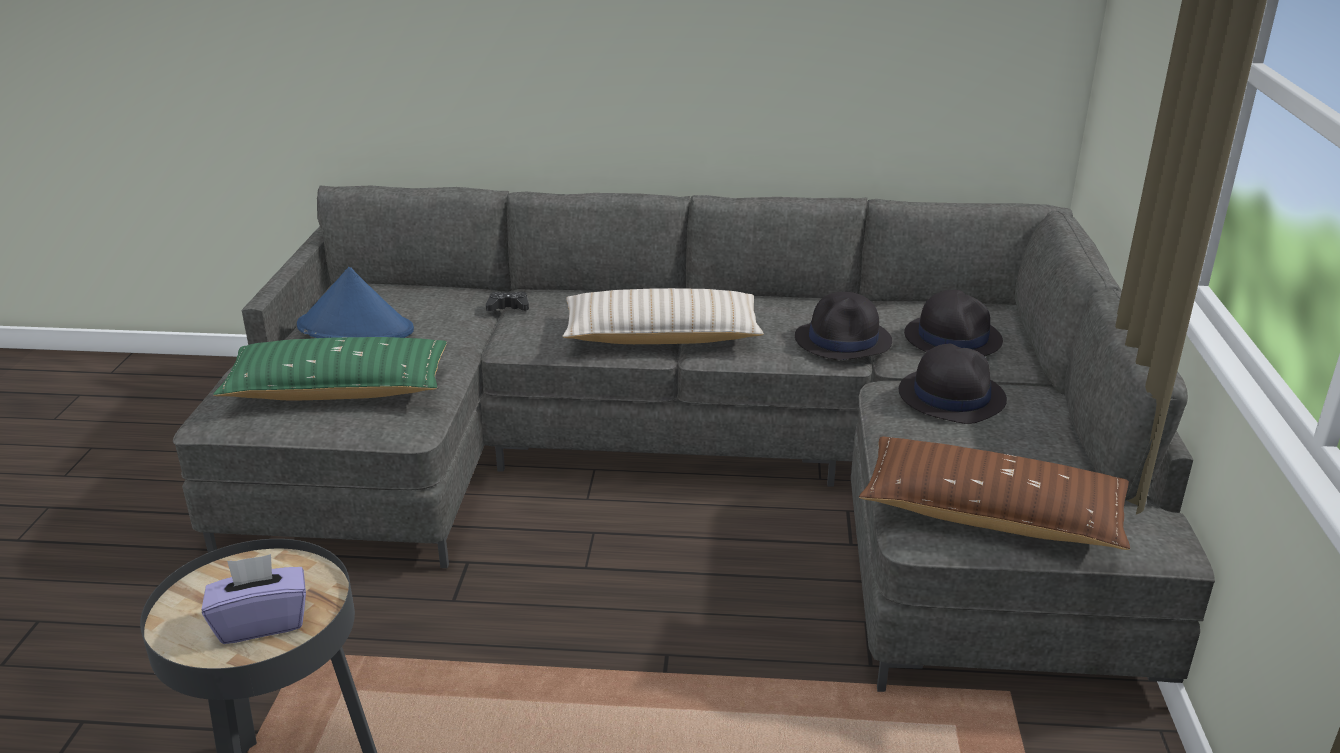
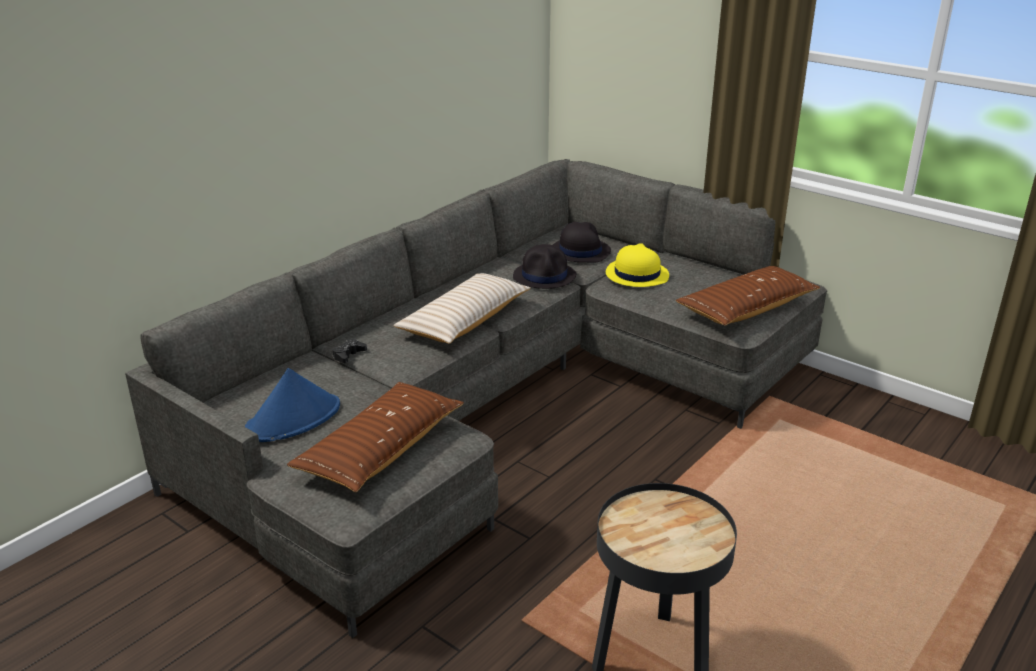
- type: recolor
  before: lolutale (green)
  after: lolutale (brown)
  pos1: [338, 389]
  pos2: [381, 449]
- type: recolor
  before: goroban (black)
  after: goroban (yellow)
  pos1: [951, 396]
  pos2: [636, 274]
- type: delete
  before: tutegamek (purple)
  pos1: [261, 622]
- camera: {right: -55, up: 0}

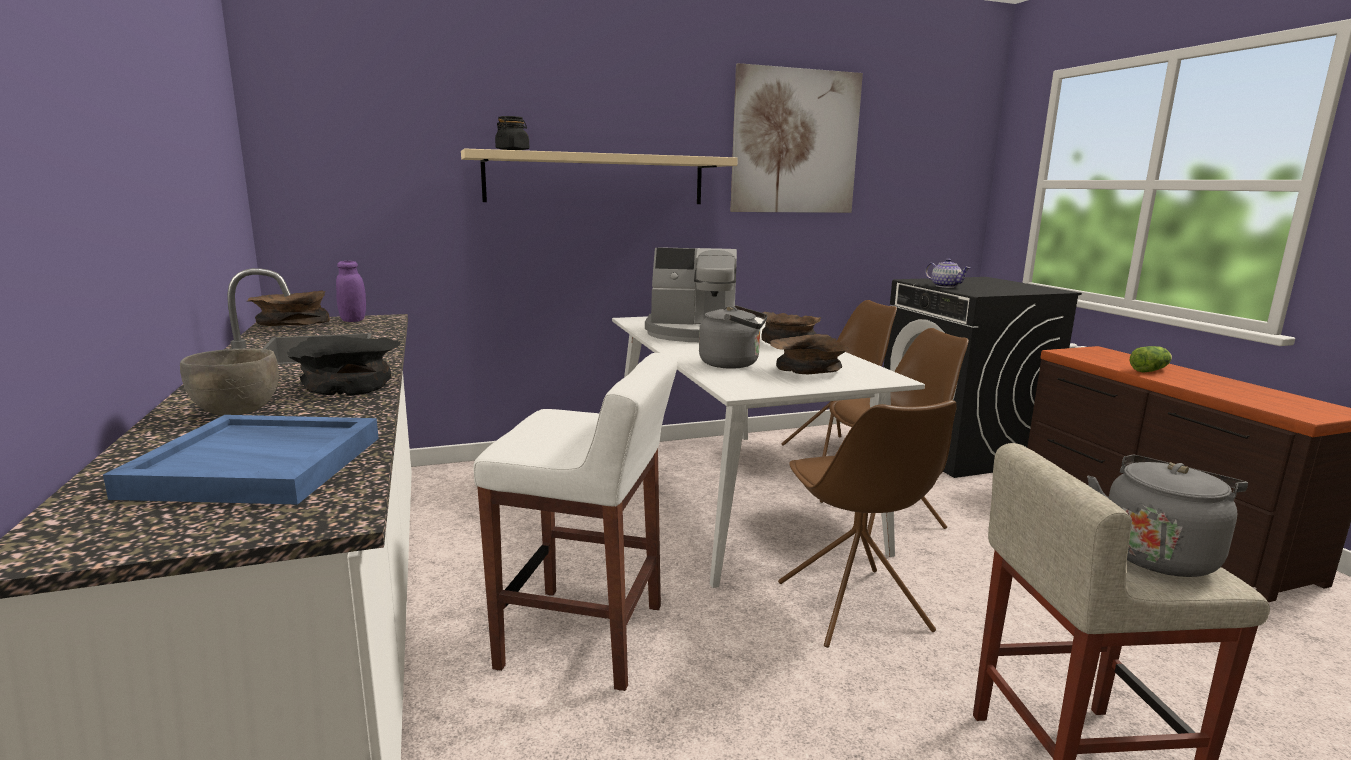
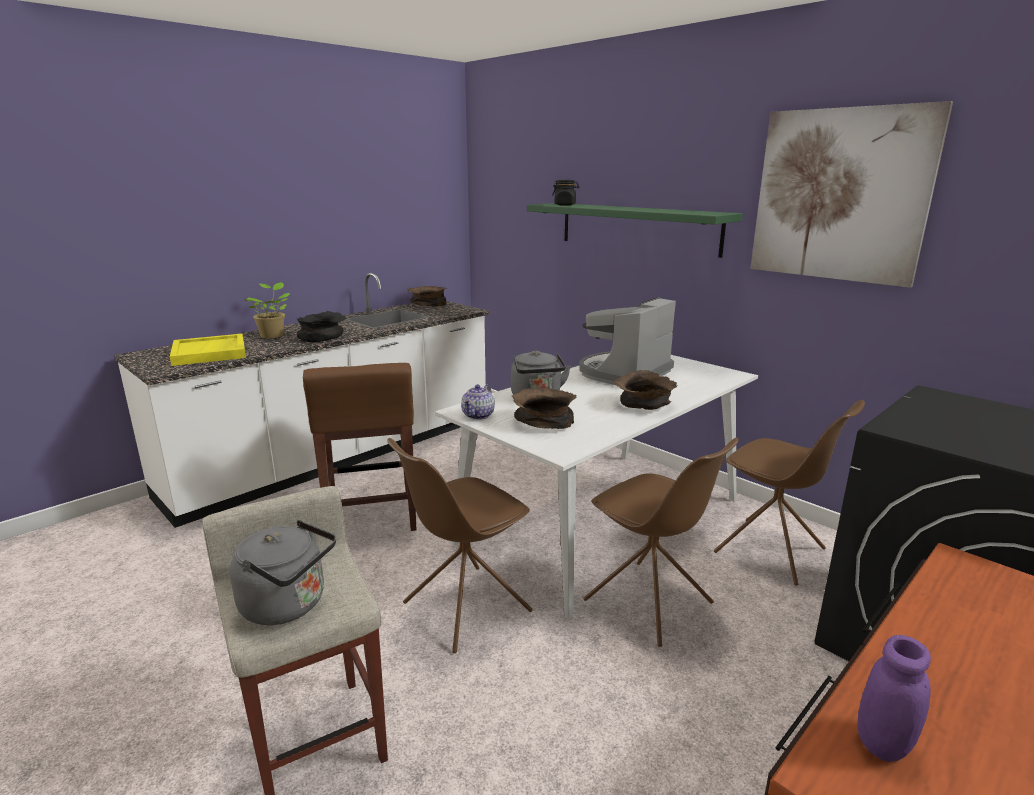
- type: recolor
  before: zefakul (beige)
  after: zefakul (green)
  pos1: [596, 179]
  pos2: [637, 228]
- type: rotate
  before: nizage
  pos1: [692, 333]
  pos2: [623, 373]
  turn: 60
- type: move
  before: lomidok
  pos1: [945, 286]
  pos2: [478, 415]
- type: move
  before: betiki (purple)
  pos1: [353, 320]
  pos2: [883, 743]
- type: delete
  before: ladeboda
  pos1: [1150, 370]
- type: replace
  before: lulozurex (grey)
  after: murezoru
  pos1: [237, 412]
  pos2: [273, 335]
- type: recolor
  before: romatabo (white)
  after: romatabo (brown)
  pos1: [585, 637]
  pos2: [371, 517]
- type: recolor
  before: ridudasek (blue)
  after: ridudasek (yellow)
  pos1: [261, 465]
  pos2: [210, 353]
- camera: {right: 65, up: 5}

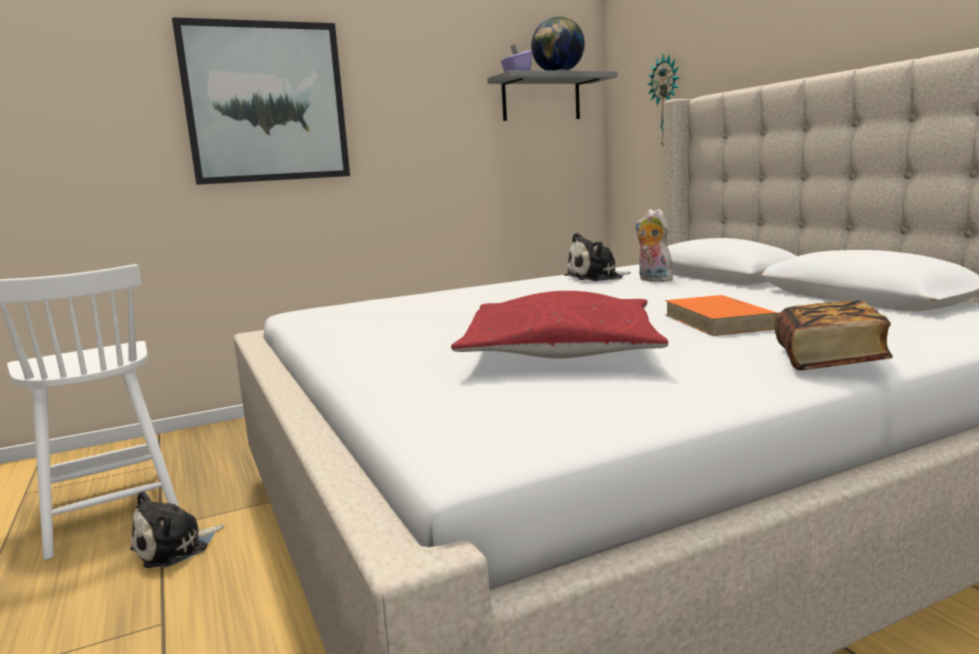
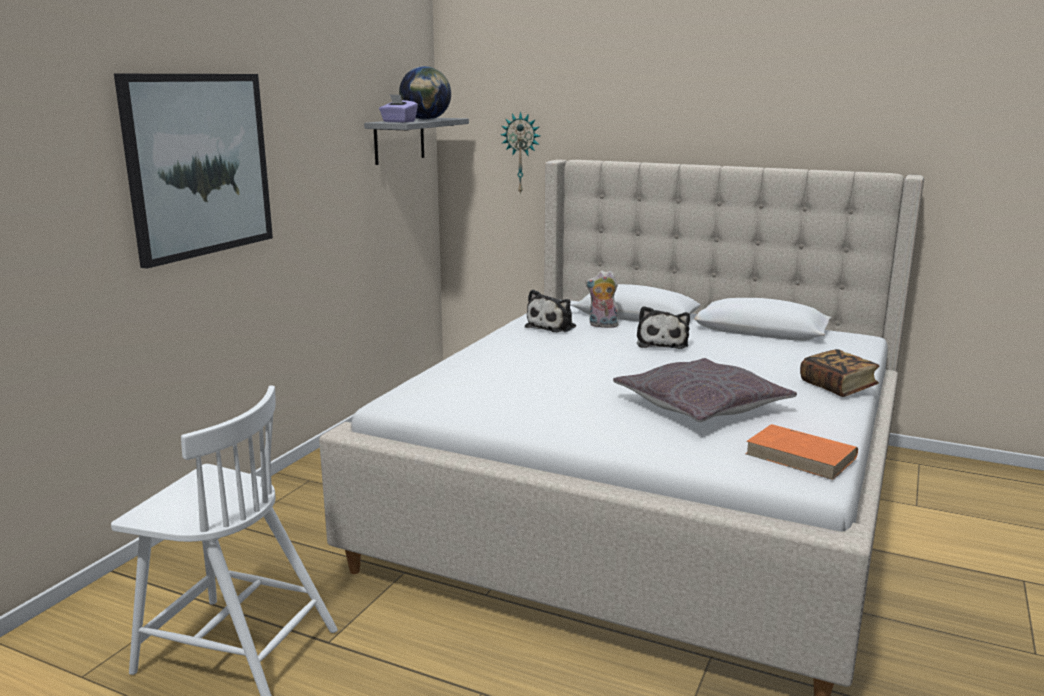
- type: recolor
  before: lolutale (red)
  after: lolutale (grey)
  pos1: [561, 351]
  pos2: [701, 405]
- type: move
  before: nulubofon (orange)
  pos1: [720, 321]
  pos2: [801, 456]
- type: move
  before: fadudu
  pos1: [175, 547]
  pos2: [662, 343]
- camera: {right: -40, up: 5}

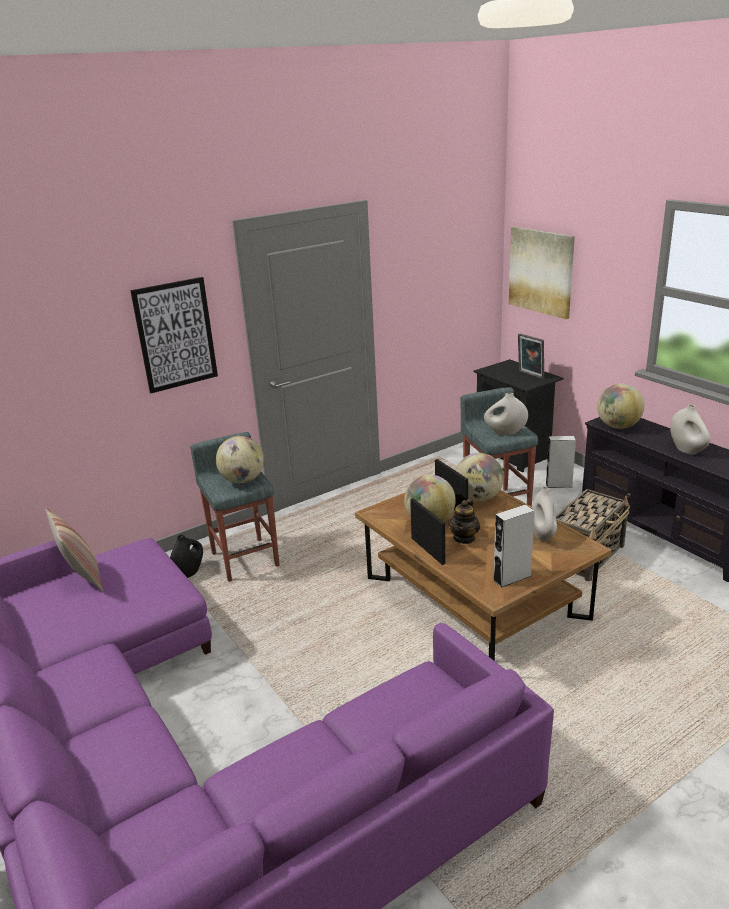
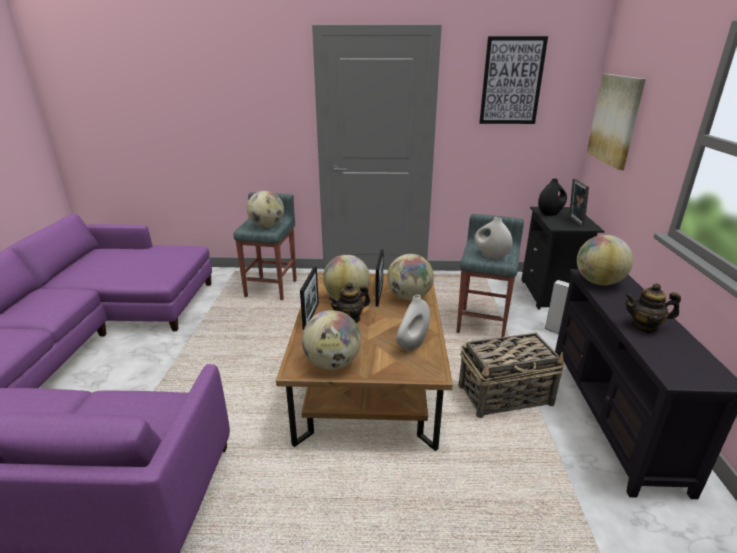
- type: move
  before: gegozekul
  pos1: [175, 335]
  pos2: [512, 81]
- type: replace
  before: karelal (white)
  after: lomidok
  pos1: [687, 450]
  pos2: [644, 327]
- type: replace
  before: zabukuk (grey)
  after: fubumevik
  pos1: [512, 578]
  pos2: [332, 363]
- type: delete
  before: lolutale
  pos1: [82, 577]
- type: move
  before: karelal (black)
  pos1: [189, 572]
  pos2: [550, 214]
- camera: {right: 35, up: 0}

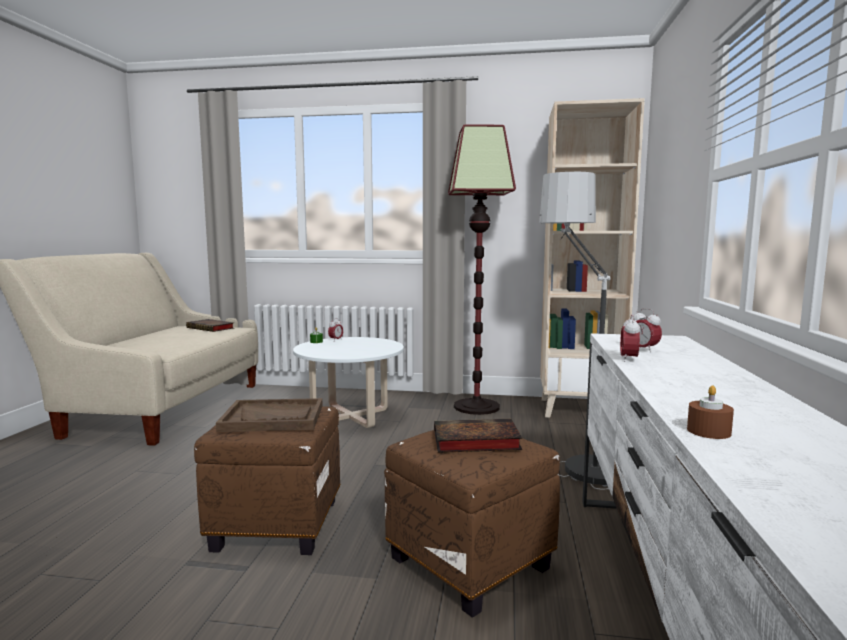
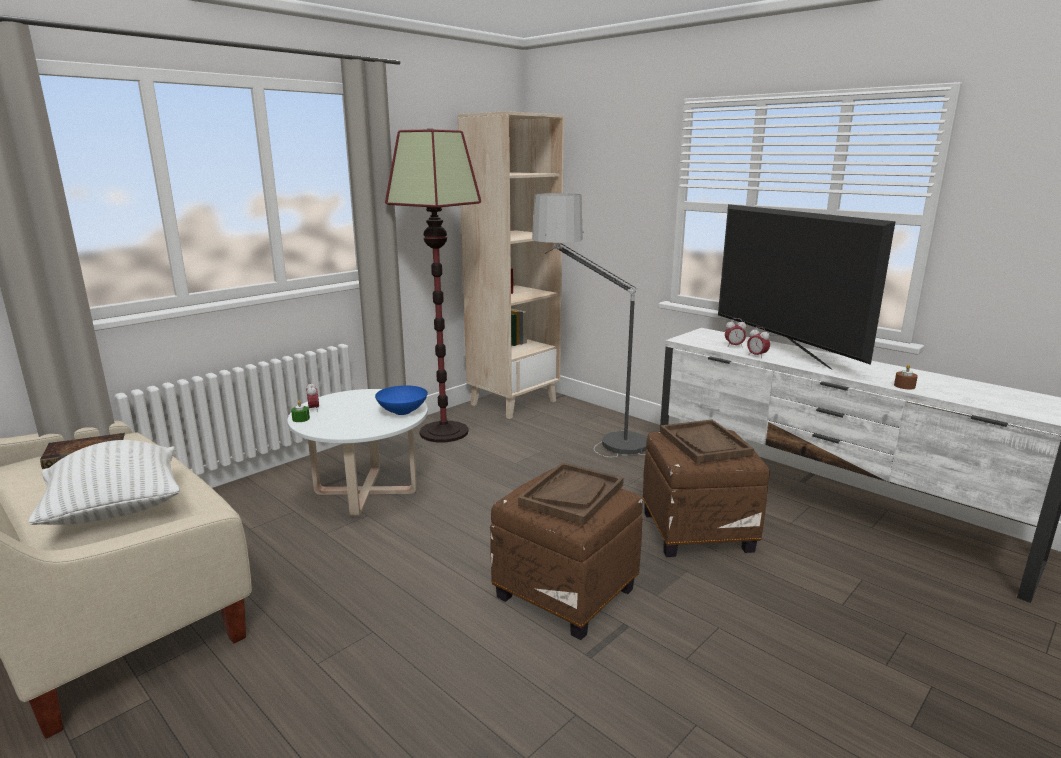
- type: replace
  before: nulubofon
  after: ridudasek (brown)
  pos1: [473, 441]
  pos2: [705, 443]
- type: insert
  after: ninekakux
  pos2: [783, 351]
- type: insert
  after: lulozurex (blue)
  pos2: [402, 411]
- type: insert
  after: lolutale (white)
  pos2: [116, 511]
- camera: {right: -55, up: 10}

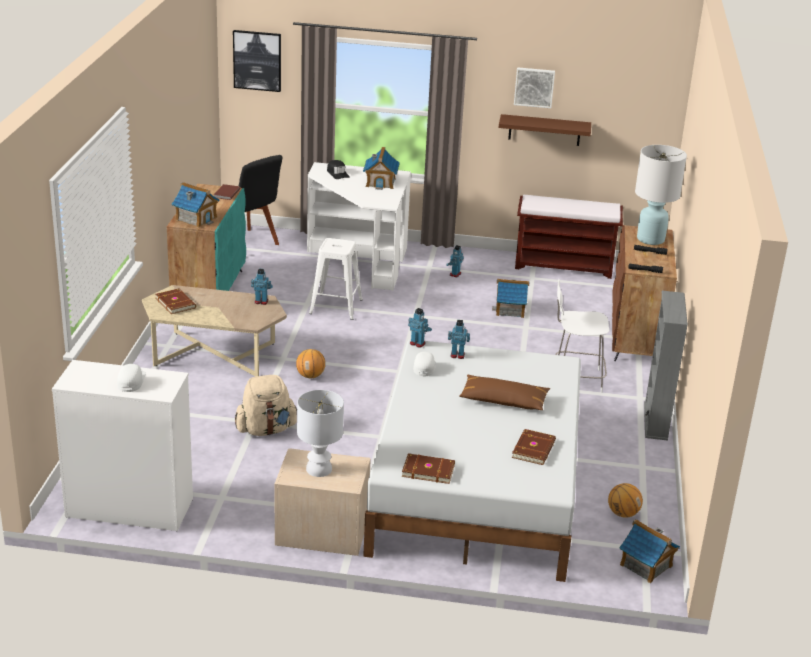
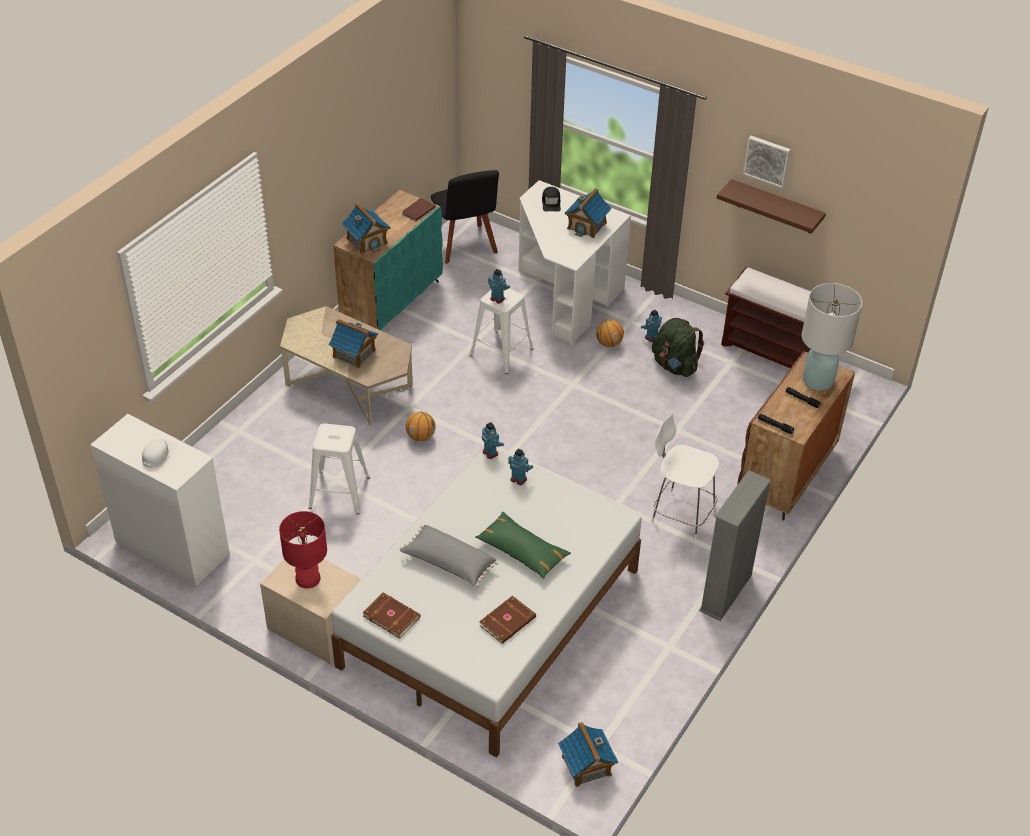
- type: delete
  before: gegozekul
  pos1: [257, 60]
- type: move
  before: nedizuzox
  pos1: [261, 301]
  pos2: [497, 298]
- type: move
  before: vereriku
  pos1: [510, 310]
  pos2: [354, 354]
- type: delete
  before: nulubofon (brown)
  pos1: [176, 303]
- type: delete
  before: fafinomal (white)
  pos1: [424, 367]
- type: replace
  before: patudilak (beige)
  after: romatabo (white)
  pos1: [266, 429]
  pos2: [340, 492]
- type: recolor
  before: lolutale (brown)
  after: lolutale (green)
  pos1: [503, 401]
  pos2: [522, 551]
- type: recolor
  before: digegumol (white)
  after: digegumol (red)
  pos1: [319, 469]
  pos2: [308, 579]
- type: move
  before: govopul
  pos1: [623, 513]
  pos2: [608, 343]
- type: insert
  after: patudilak (green)
  pos2: [674, 366]
- type: insert
  after: lolutale (grey)
  pos2: [448, 563]
- camera: {right: 25, up: 15}

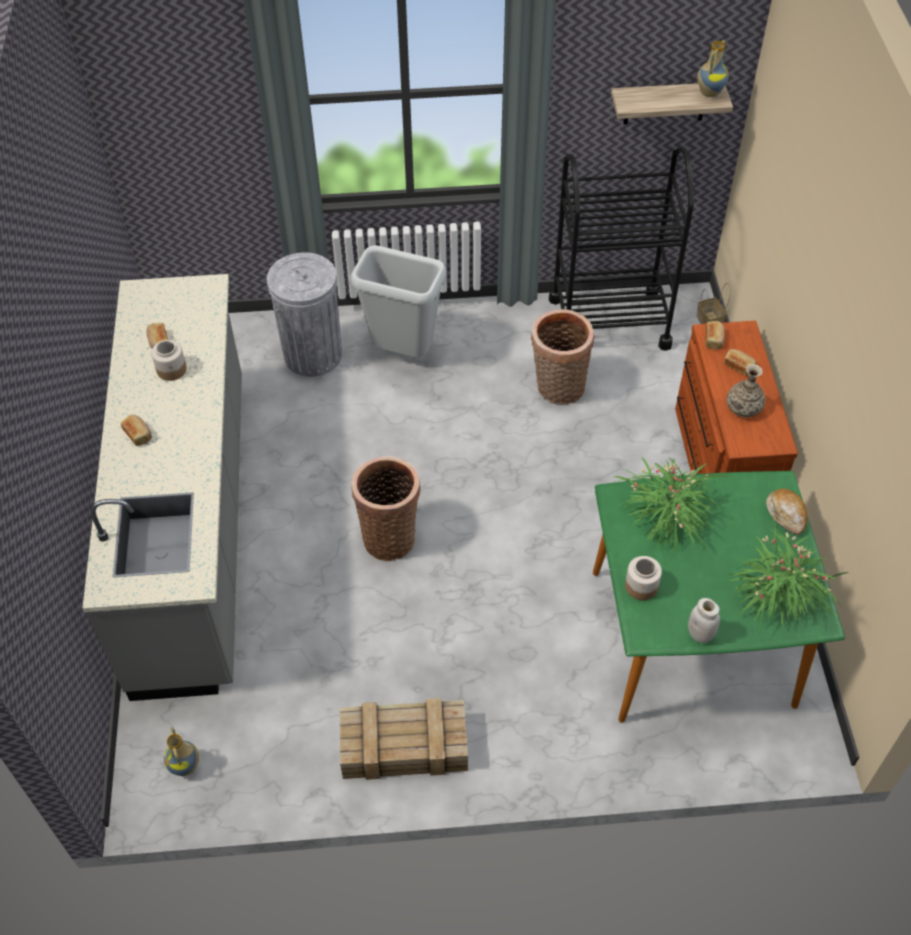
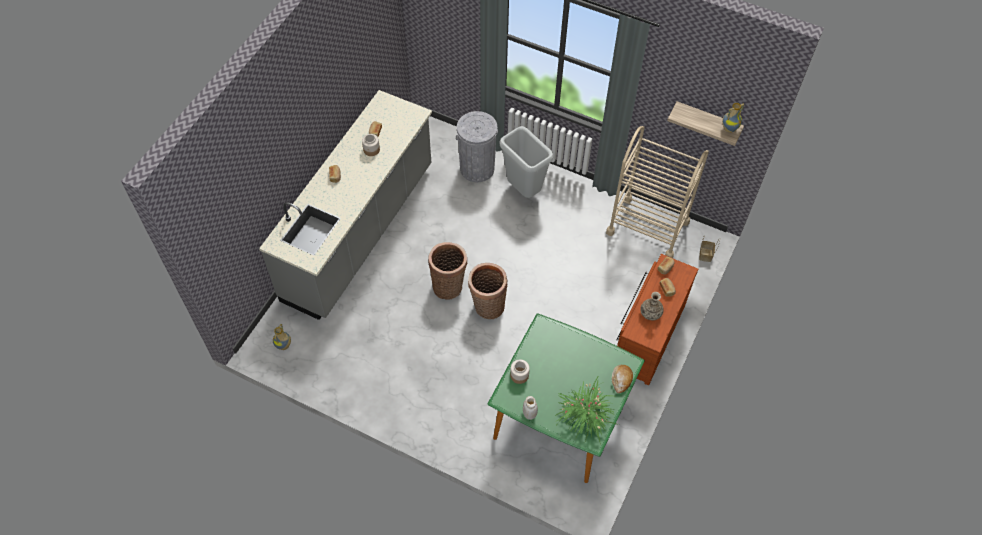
- type: recolor
  before: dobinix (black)
  after: dobinix (beige)
  pos1: [609, 322]
  pos2: [647, 227]
- type: move
  before: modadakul
  pos1: [558, 389]
  pos2: [487, 306]
- type: delete
  before: murezoru
  pos1: [667, 515]
- type: delete
  before: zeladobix
  pos1: [406, 746]
- camera: {right: 30, up: 5}

